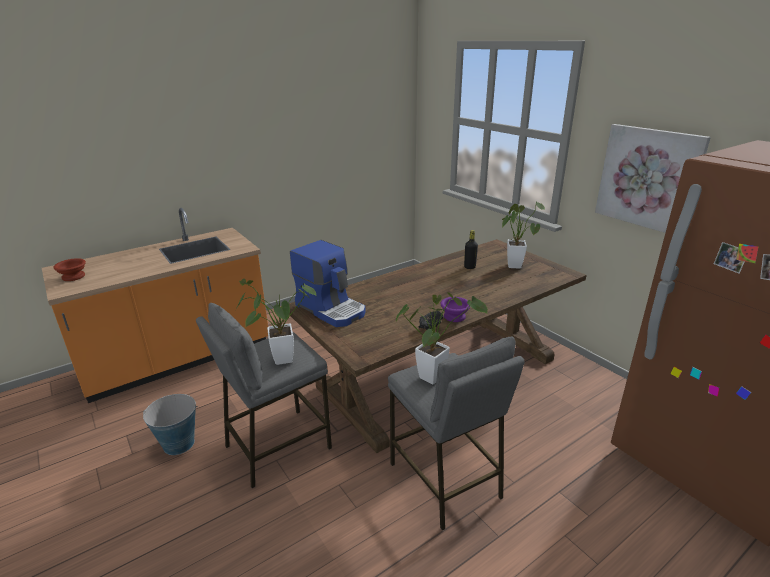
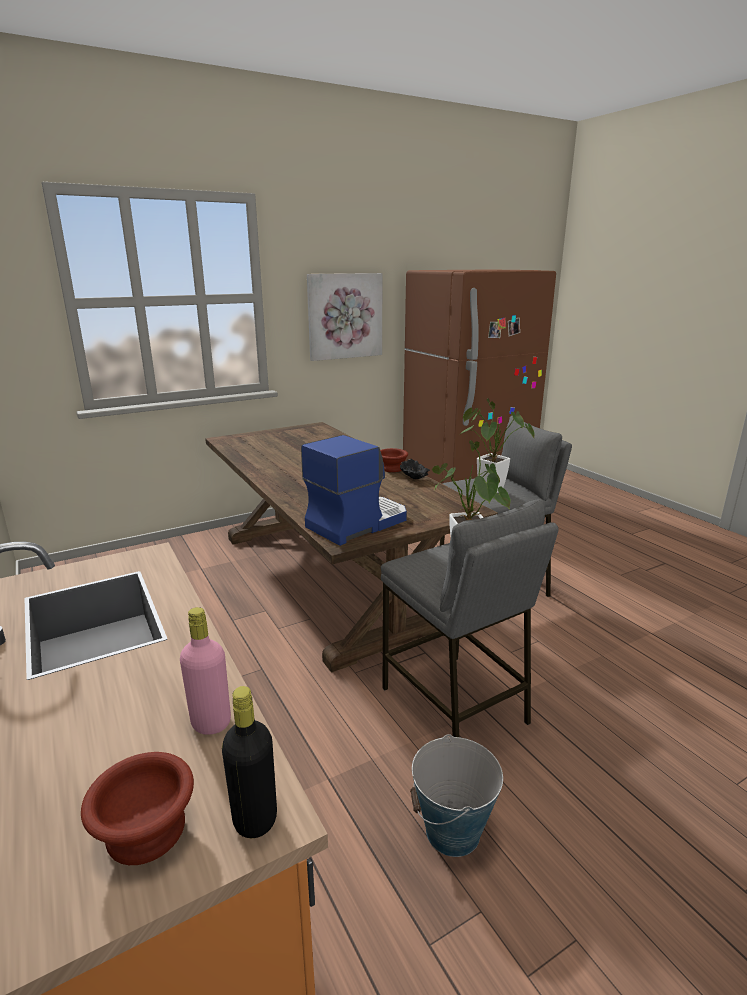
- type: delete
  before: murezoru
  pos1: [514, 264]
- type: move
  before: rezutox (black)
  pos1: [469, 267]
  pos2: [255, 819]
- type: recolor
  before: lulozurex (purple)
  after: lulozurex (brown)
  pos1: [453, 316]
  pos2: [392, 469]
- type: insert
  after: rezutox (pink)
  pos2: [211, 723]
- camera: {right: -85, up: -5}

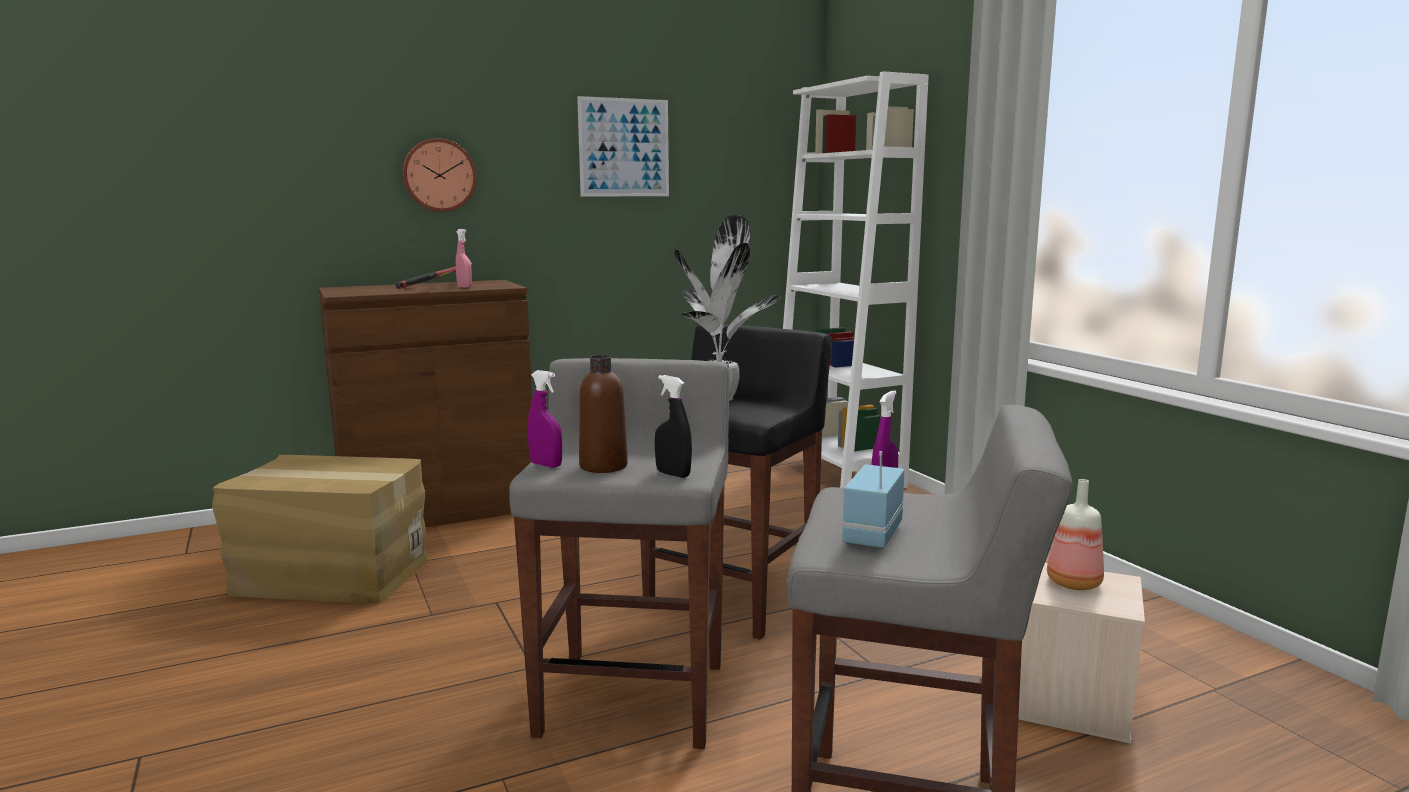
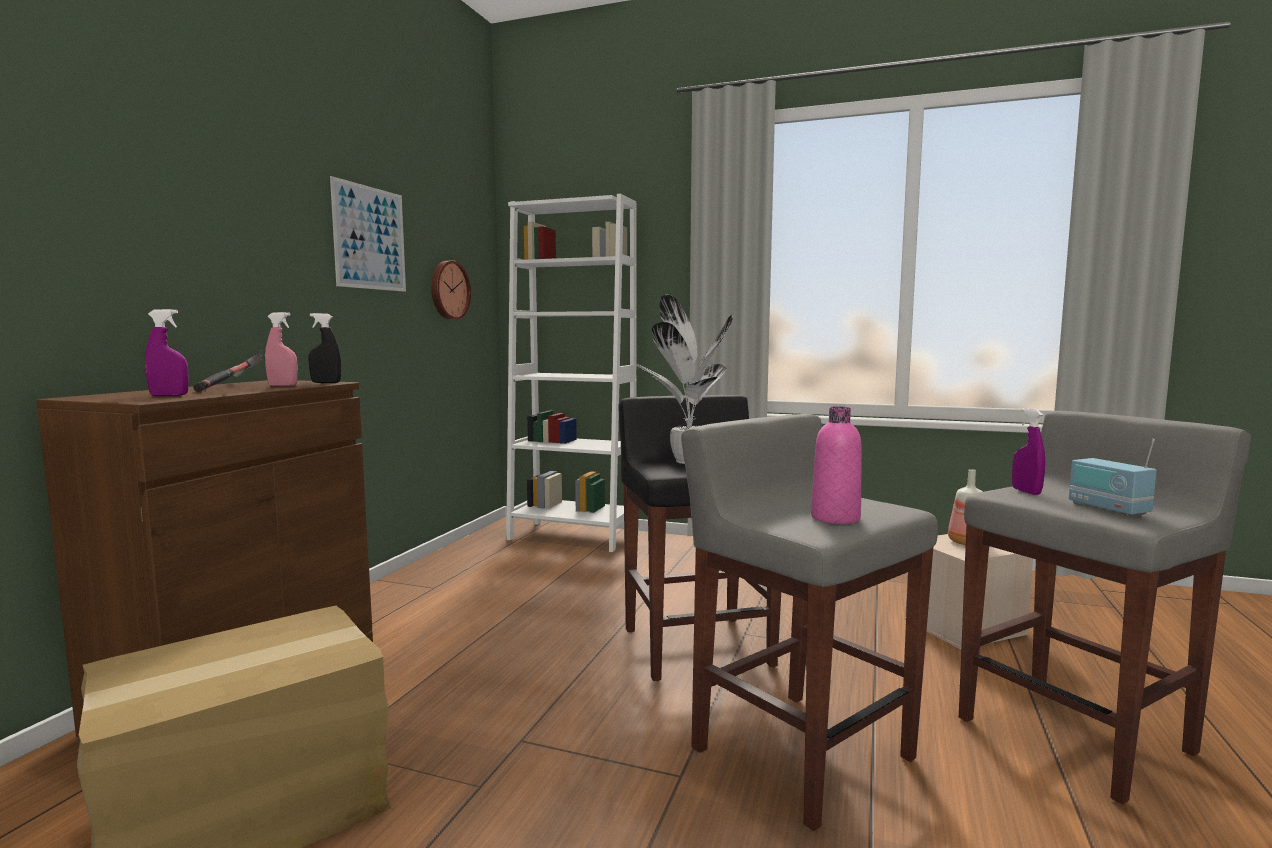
- type: move
  before: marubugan
  pos1: [438, 175]
  pos2: [448, 290]
- type: recolor
  before: rezutox (brown)
  after: rezutox (pink)
  pos1: [603, 466]
  pos2: [835, 518]
- type: move
  before: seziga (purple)
  pos1: [546, 465]
  pos2: [169, 395]
- type: move
  before: seziga (black)
  pos1: [673, 474]
  pos2: [326, 382]
- camera: {right: -45, up: -5}

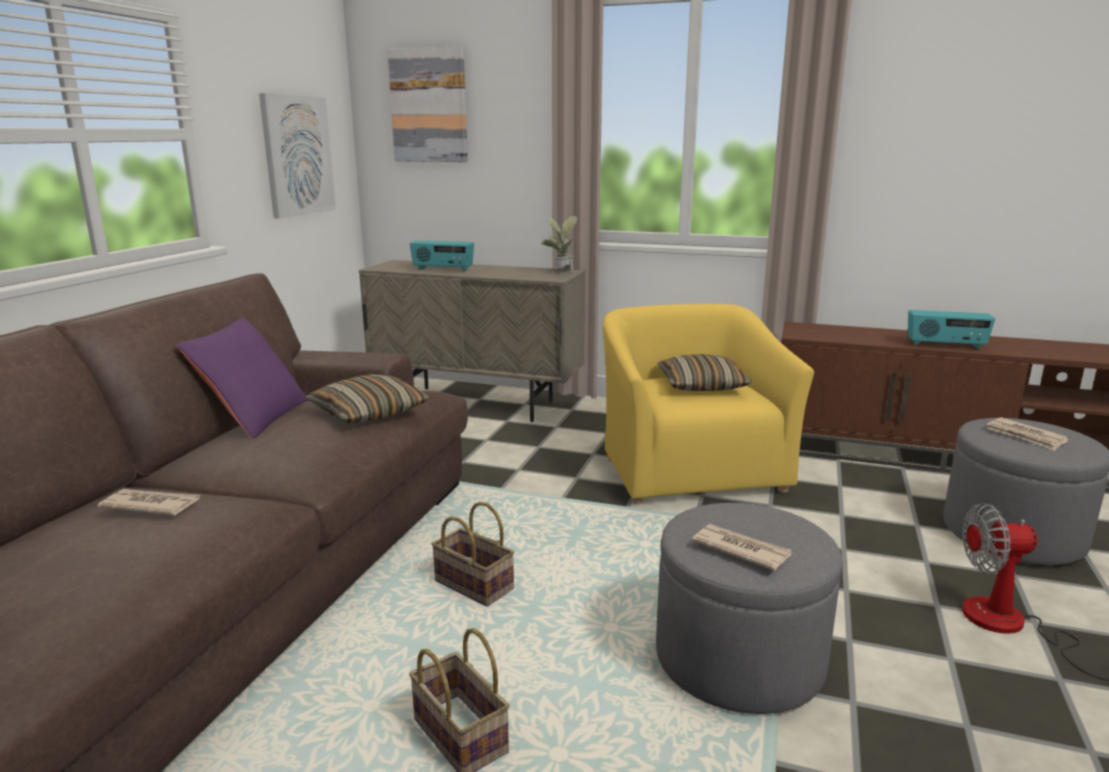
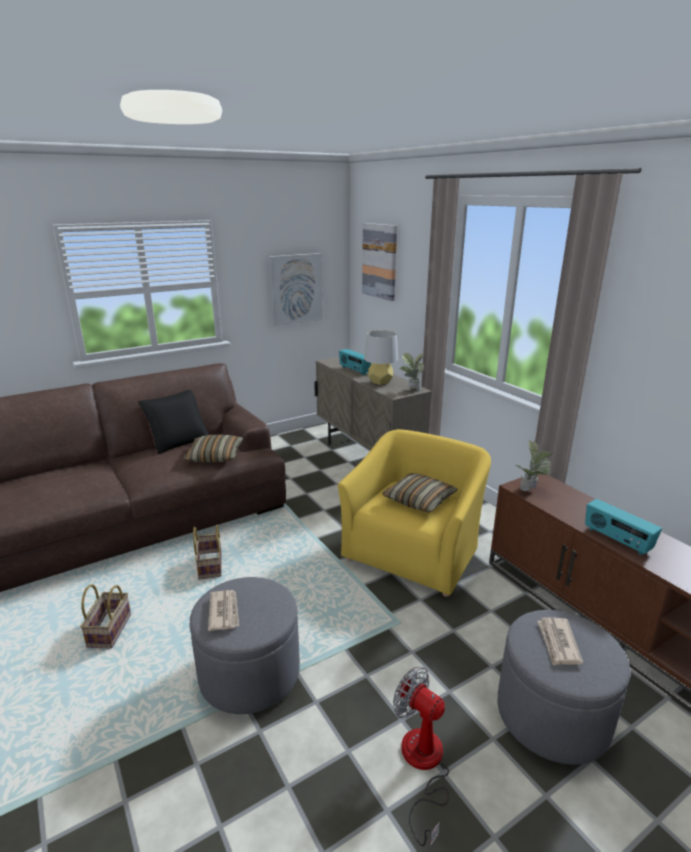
- type: recolor
  before: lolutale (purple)
  after: lolutale (black)
  pos1: [253, 416]
  pos2: [178, 441]
- type: delete
  before: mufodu
  pos1: [151, 505]
- type: insert
  after: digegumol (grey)
  pos2: [380, 382]
- type: insert
  after: murezoru
  pos2: [531, 490]
- camera: {right: 40, up: 5}

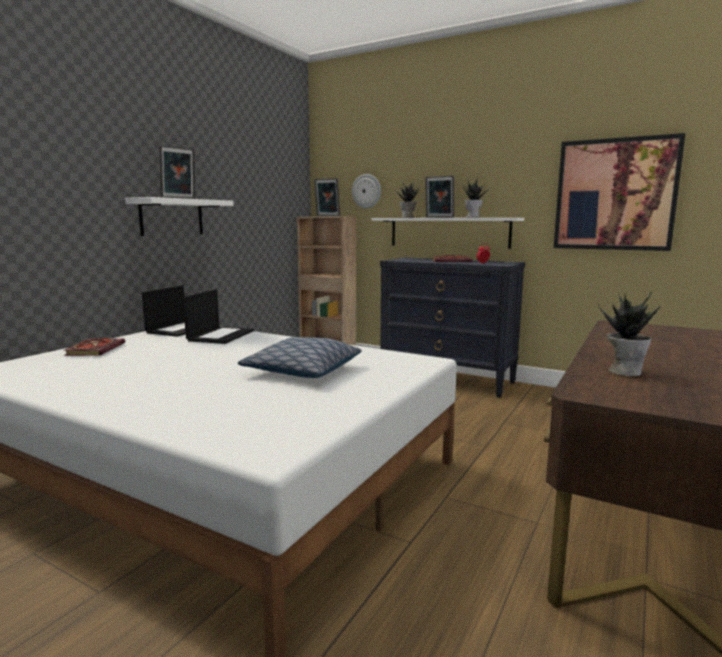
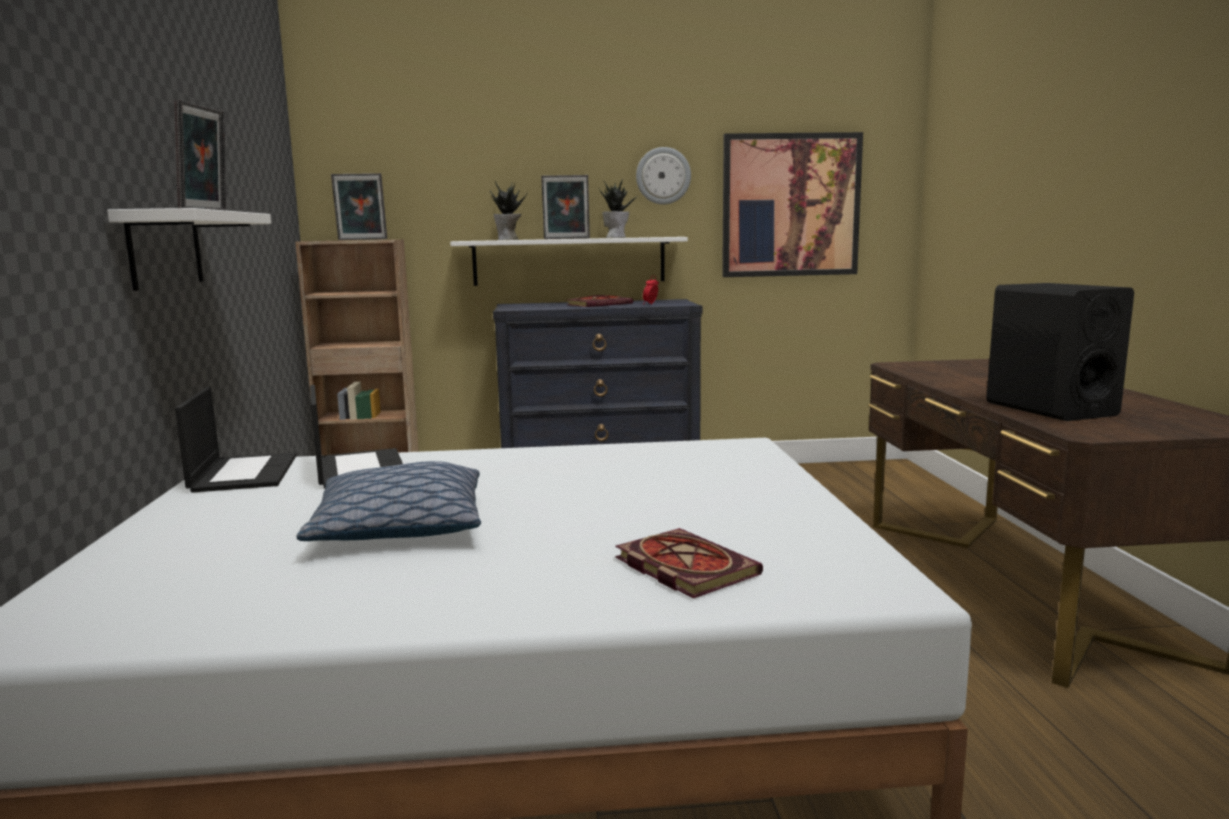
- type: move
  before: marubugan
  pos1: [366, 191]
  pos2: [663, 176]
- type: replace
  before: murezoru
  after: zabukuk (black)
  pos1: [624, 371]
  pos2: [1049, 408]
- type: move
  before: lolutale
  pos1: [302, 371]
  pos2: [399, 528]
- type: move
  before: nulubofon
  pos1: [95, 349]
  pos2: [681, 567]
- camera: {right: -35, up: 0}

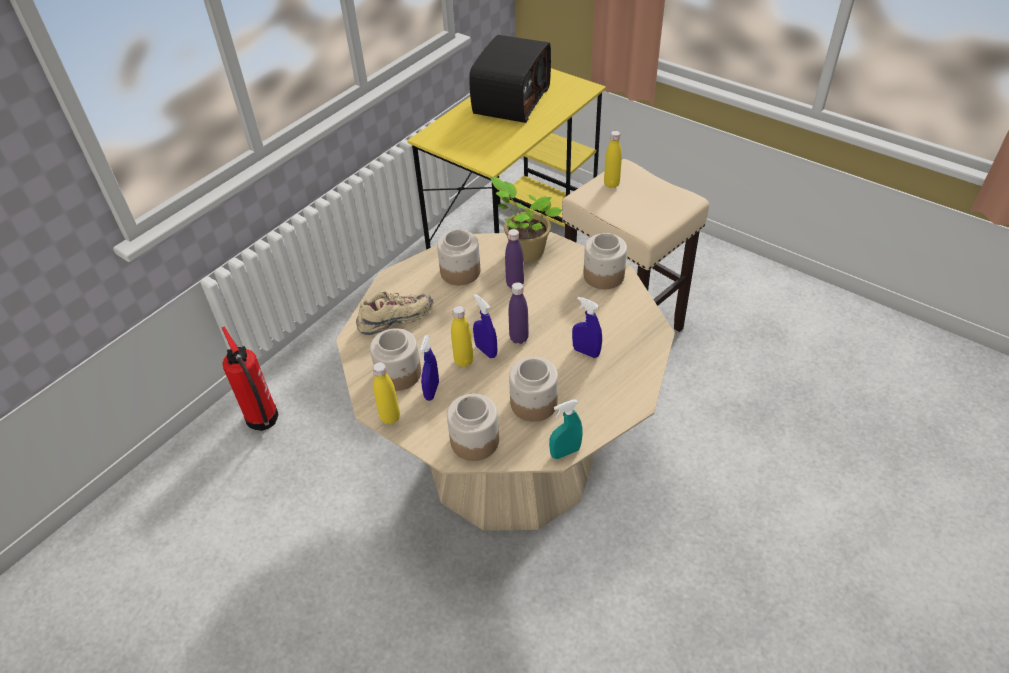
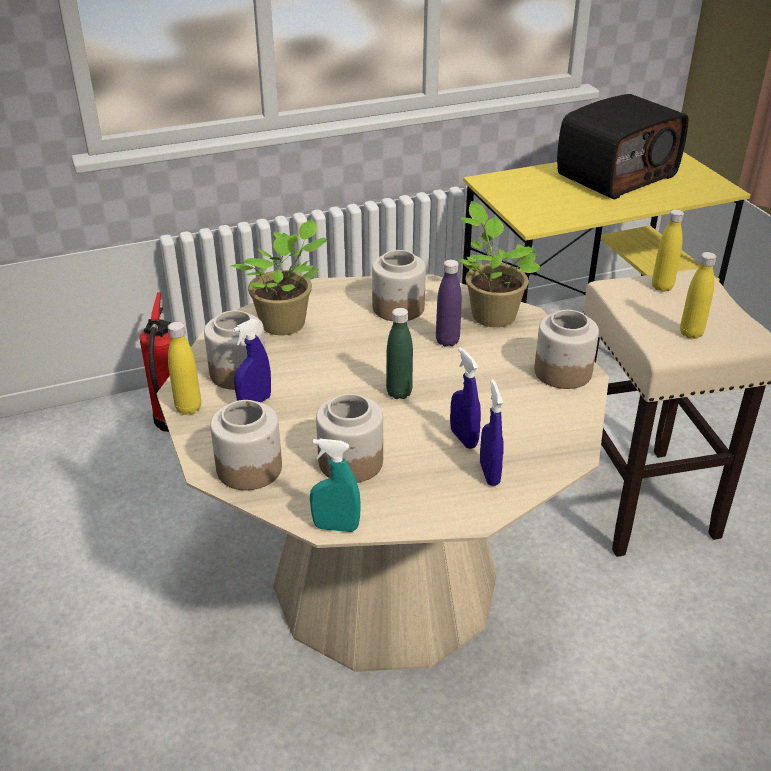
- type: recolor
  before: rezutox (purple)
  after: rezutox (green)
  pos1: [519, 338]
  pos2: [399, 393]
- type: replace
  before: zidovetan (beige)
  after: murezoru
  pos1: [395, 319]
  pos2: [286, 324]
- type: move
  before: seziga (blue)
  pos1: [486, 351]
  pos2: [489, 474]
- type: move
  before: rezutox (yellow)
  pos1: [463, 361]
  pos2: [691, 333]
- camera: {right: 30, up: -10}

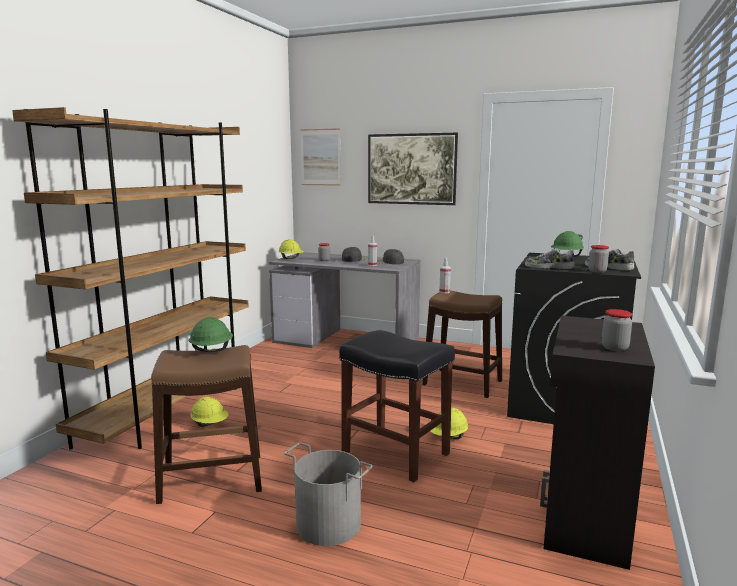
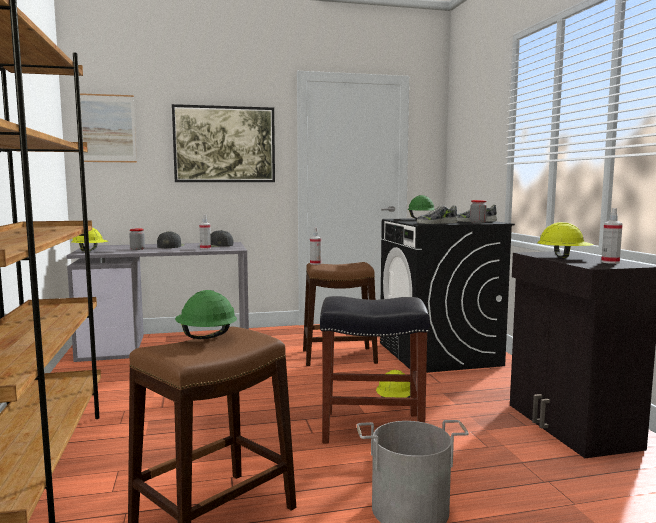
- type: replace
  before: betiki
  after: seziga
  pos1: [614, 348]
  pos2: [610, 262]
- type: move
  before: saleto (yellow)
  pos1: [210, 424]
  pos2: [564, 257]
- camera: {right: -35, up: -5}

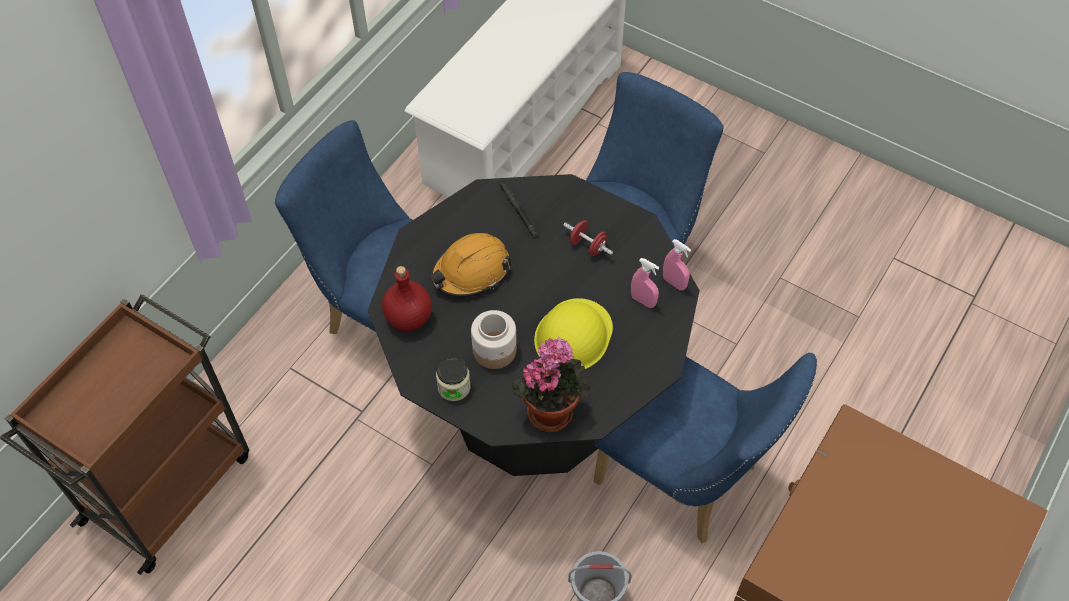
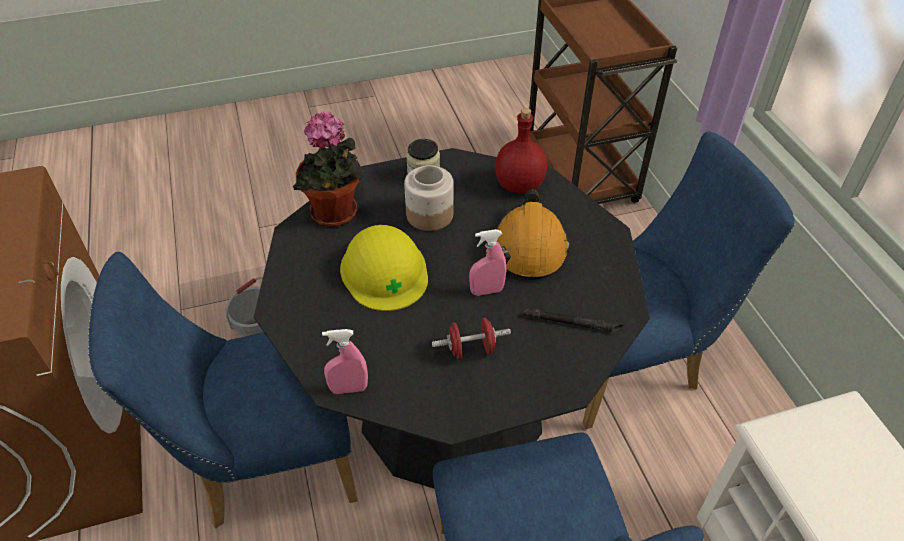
- type: move
  before: seziga (pink)
  pos1: [643, 301]
  pos2: [486, 291]
- camera: {right: 130, up: -10}

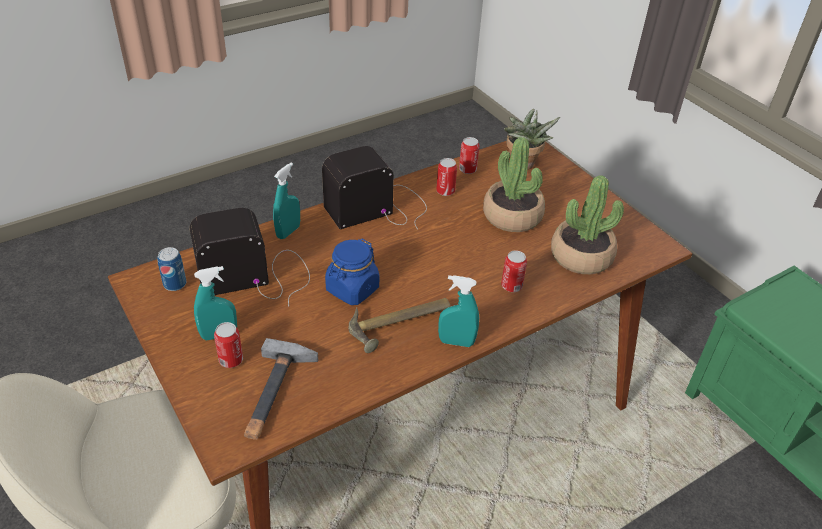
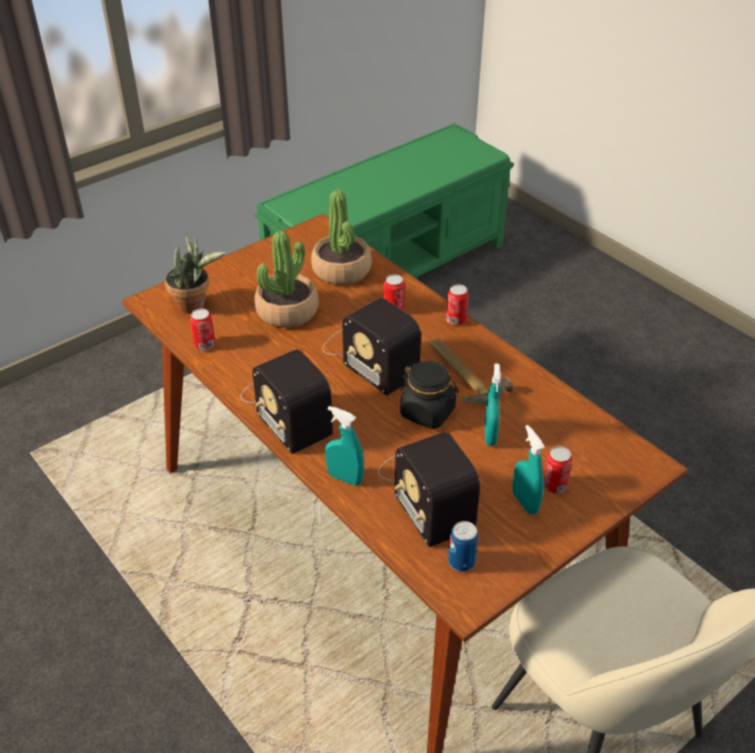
- type: move
  before: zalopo
  pos1: [445, 191]
  pos2: [456, 320]
- type: recolor
  before: betiki (blue)
  after: betiki (black)
  pos1: [352, 289]
  pos2: [428, 412]
- type: move
  before: seziga (turquoise)
  pos1: [456, 342]
  pos2: [490, 435]
- type: delete
  before: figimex
  pos1: [275, 393]
- type: insert
  after: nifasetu
  pos2: [368, 355]
- camera: {right: -95, up: 0}

